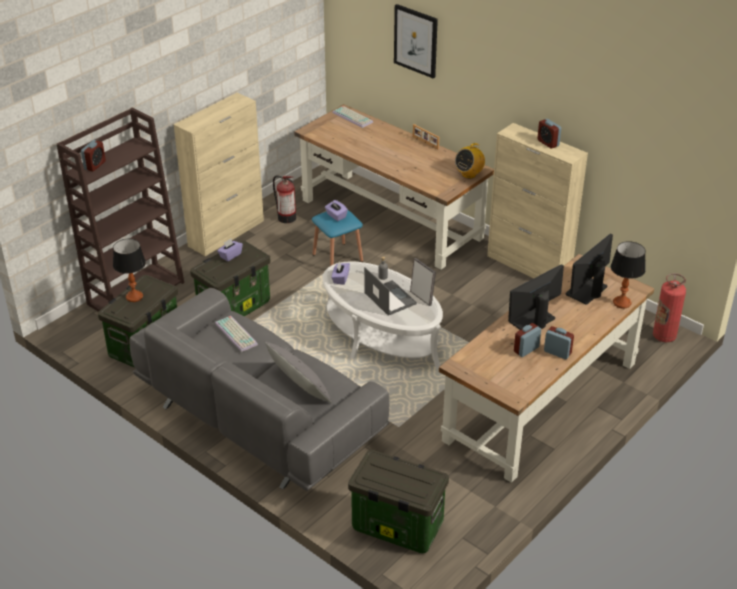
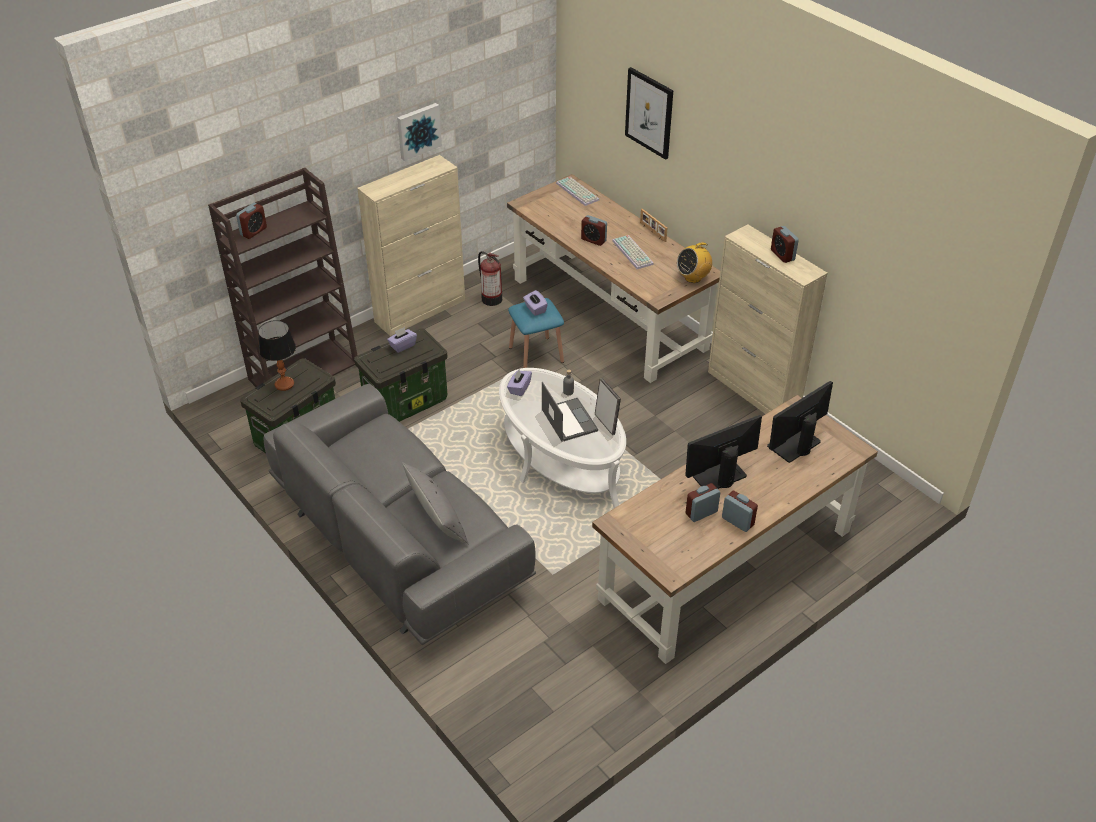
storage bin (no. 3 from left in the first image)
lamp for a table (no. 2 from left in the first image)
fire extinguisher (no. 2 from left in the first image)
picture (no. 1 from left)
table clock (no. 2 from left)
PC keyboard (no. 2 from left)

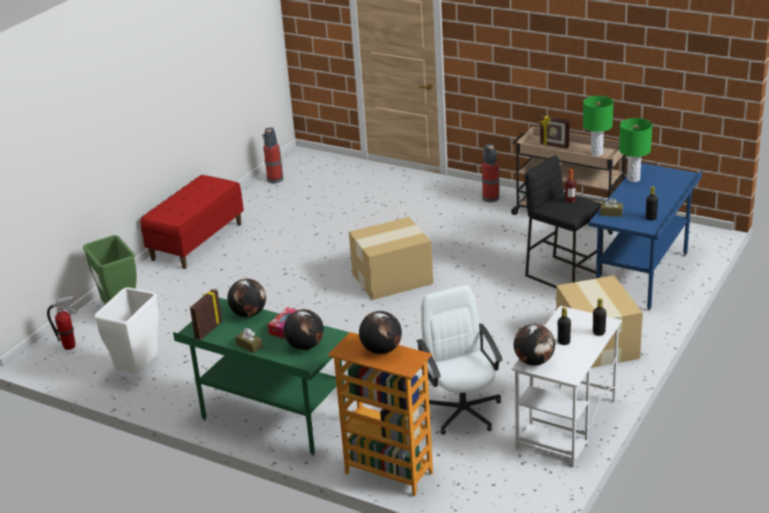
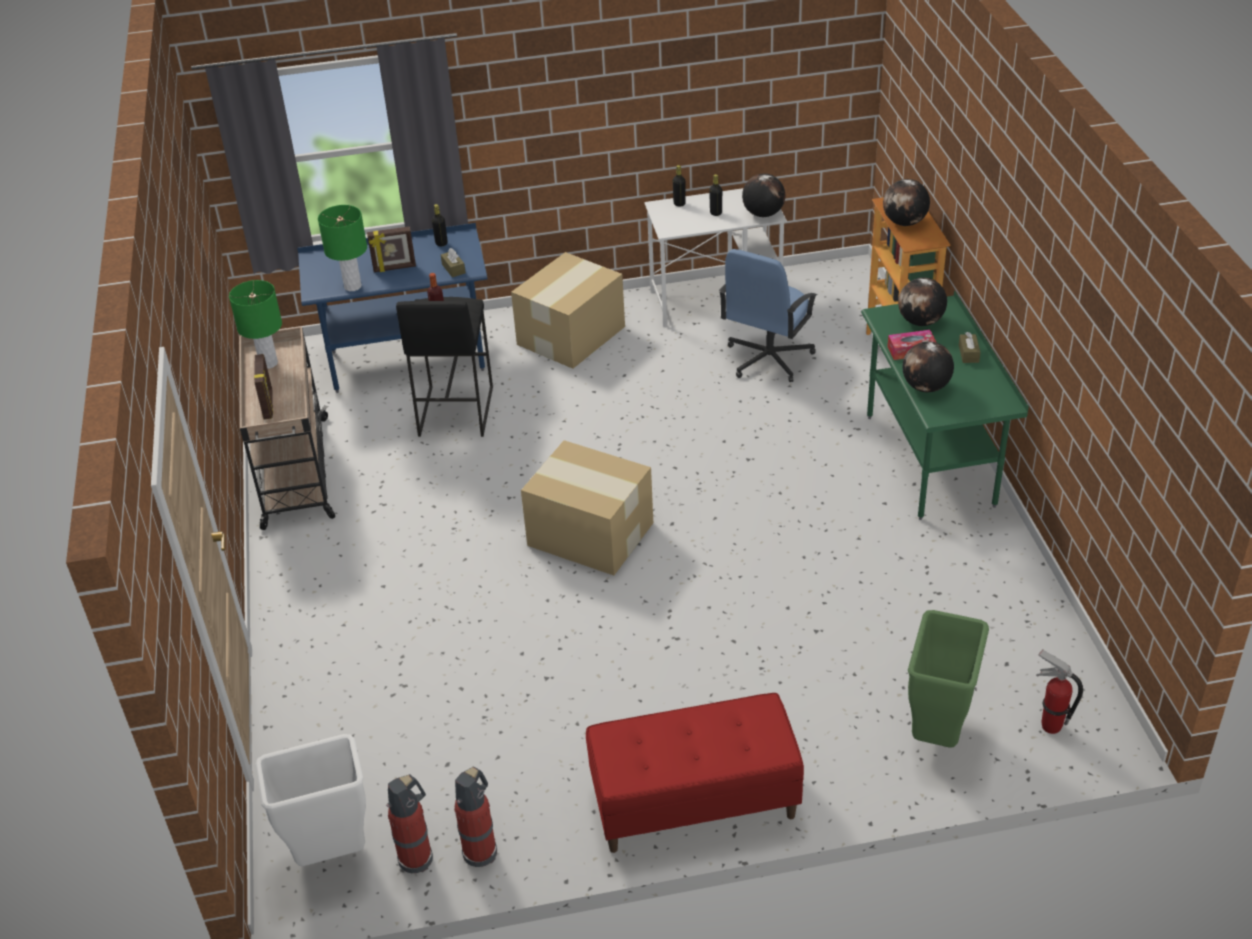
white-coloured trash can
photo frame (no. 2 from left)
fire extinguisher (no. 2 from left)
blue desk chair

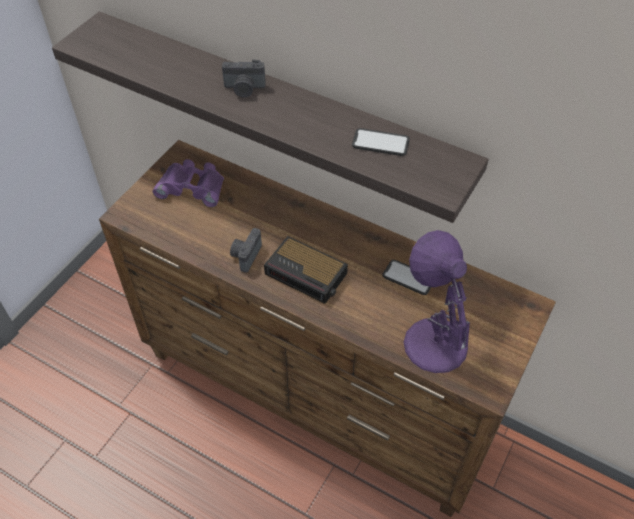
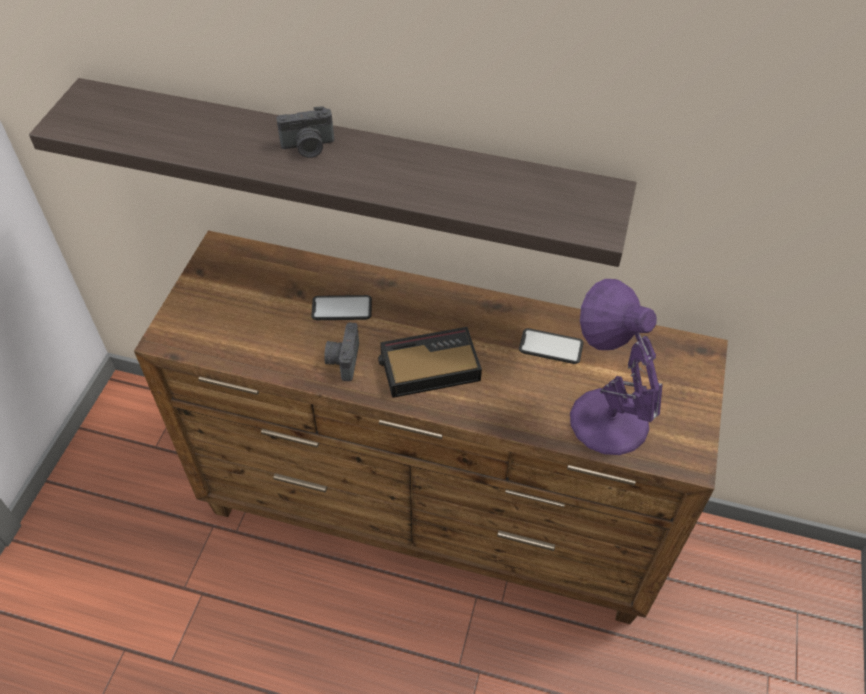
purple pair of binoculars
phone (no. 1 from left)
table clock

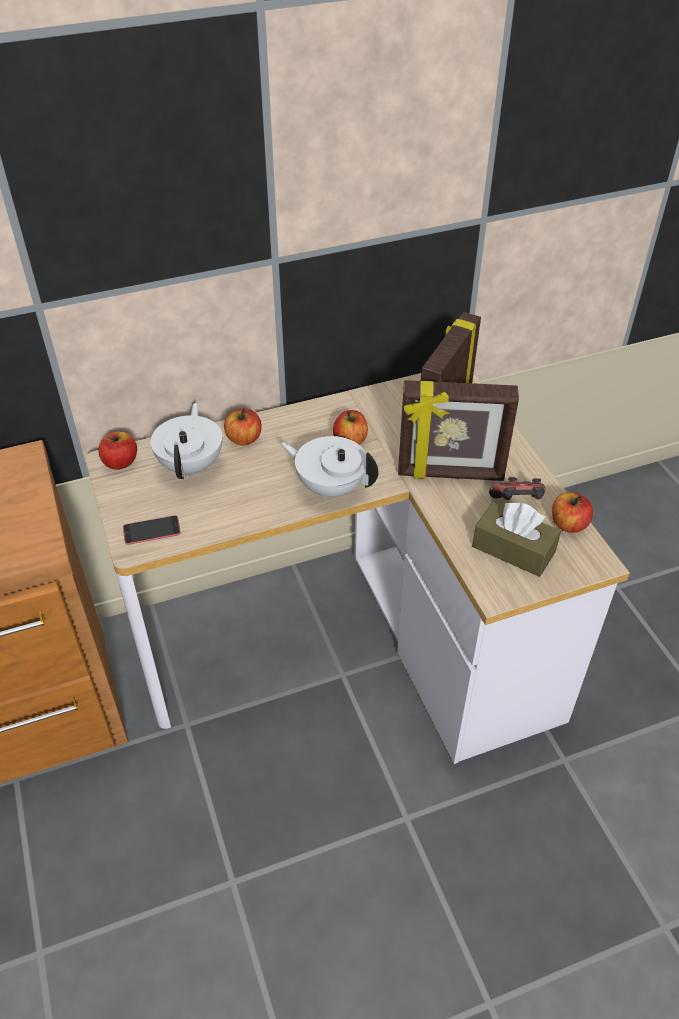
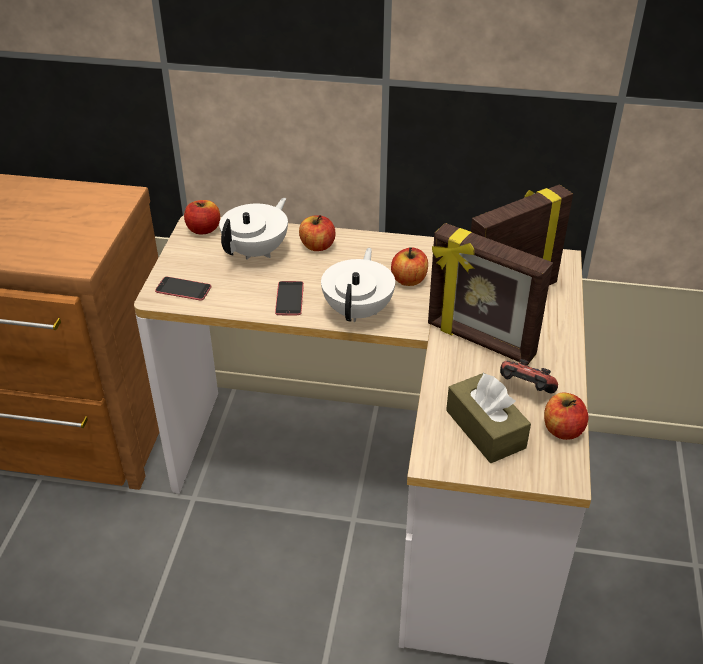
phone (no. 2 from left)
white-coloured teapot (no. 2 from left)

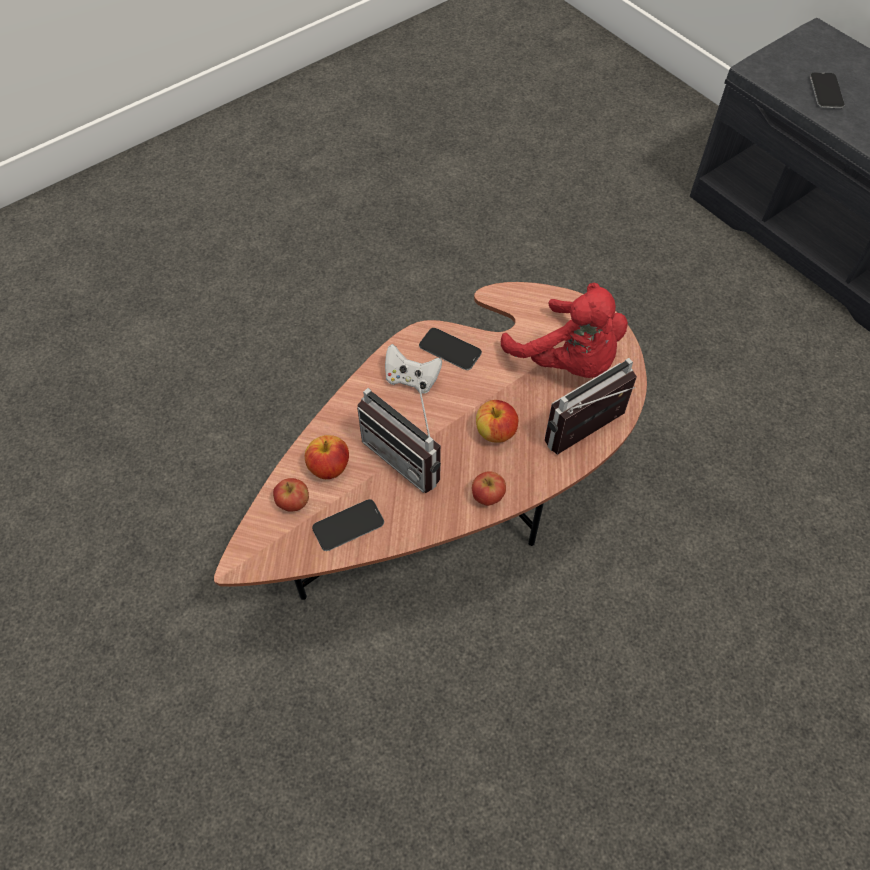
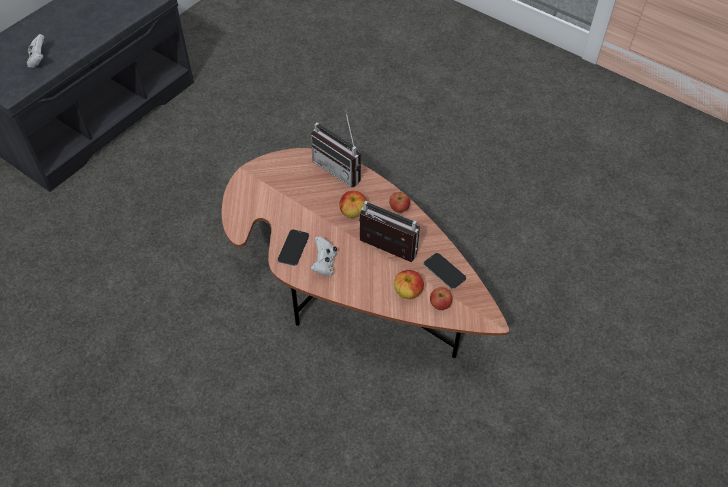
red soft toy
white-coloured joypad (no. 1 from left)
radio (no. 2 from left)

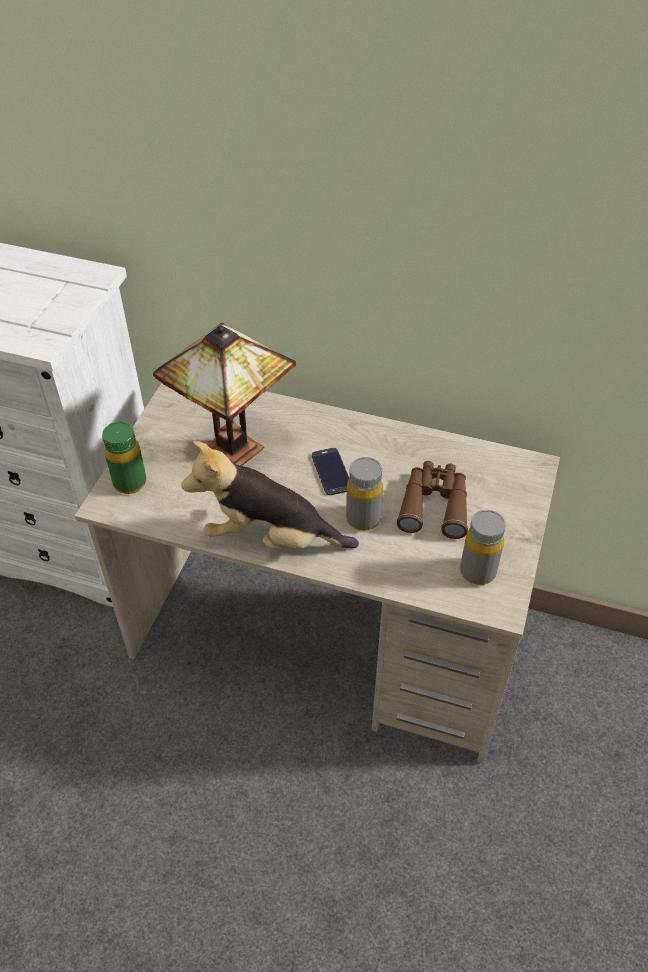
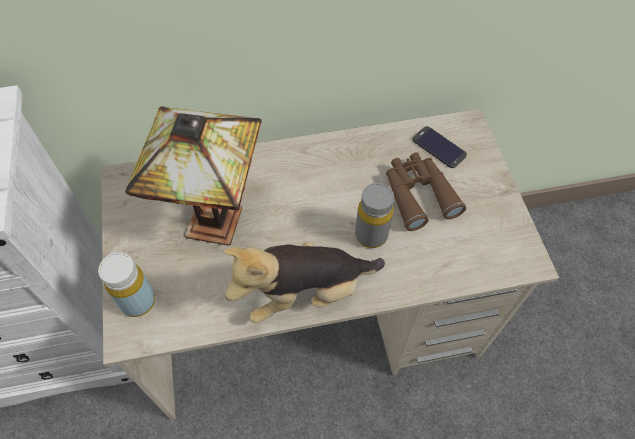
gray beverage bottle (no. 2 from left in the first image)
phone
yellowish beverage bottle

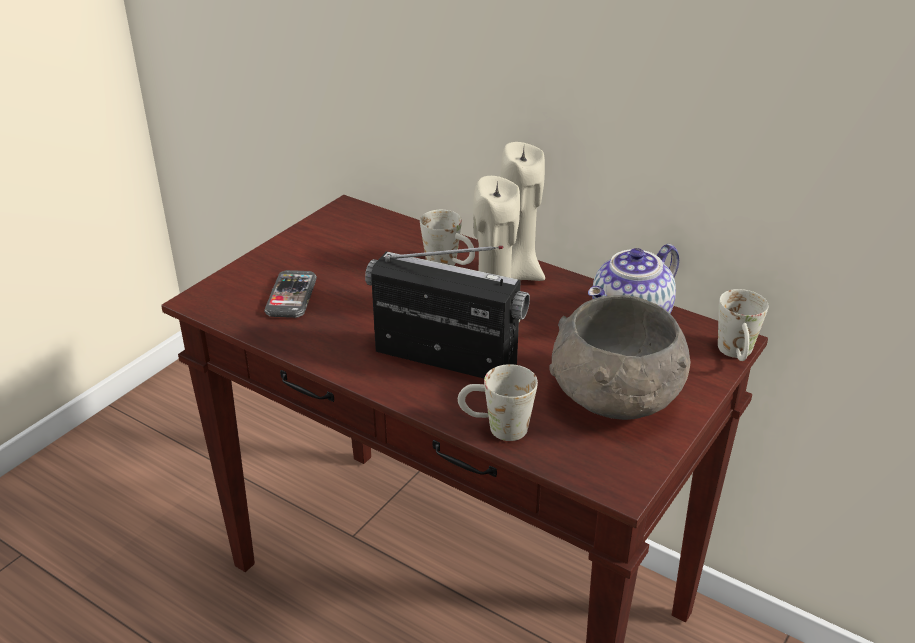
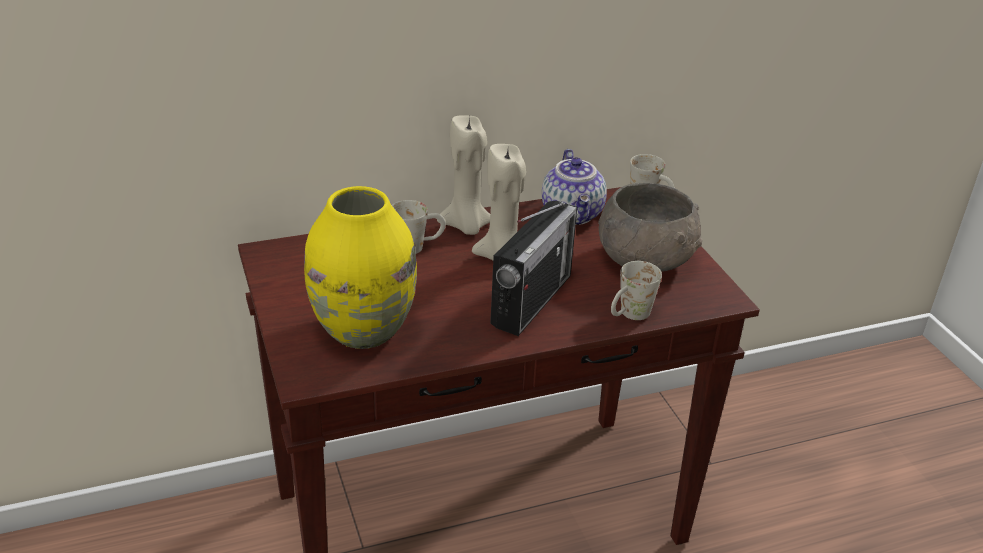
yellowish decorative vase
radio

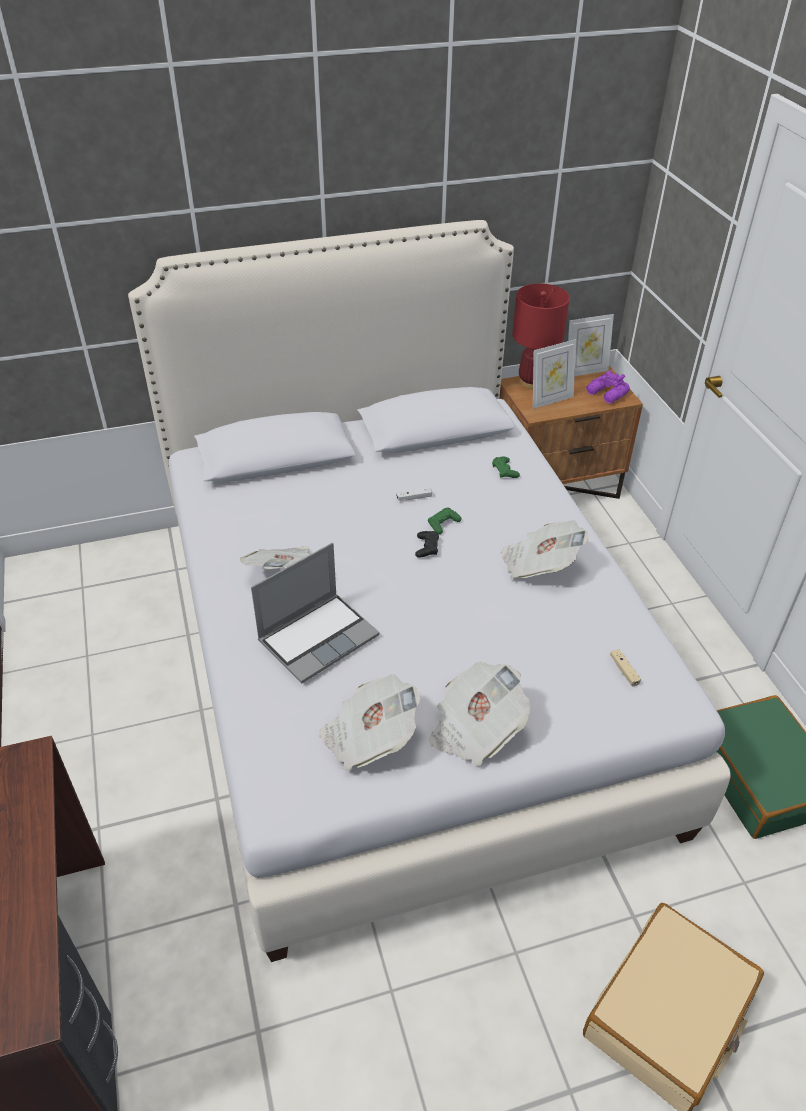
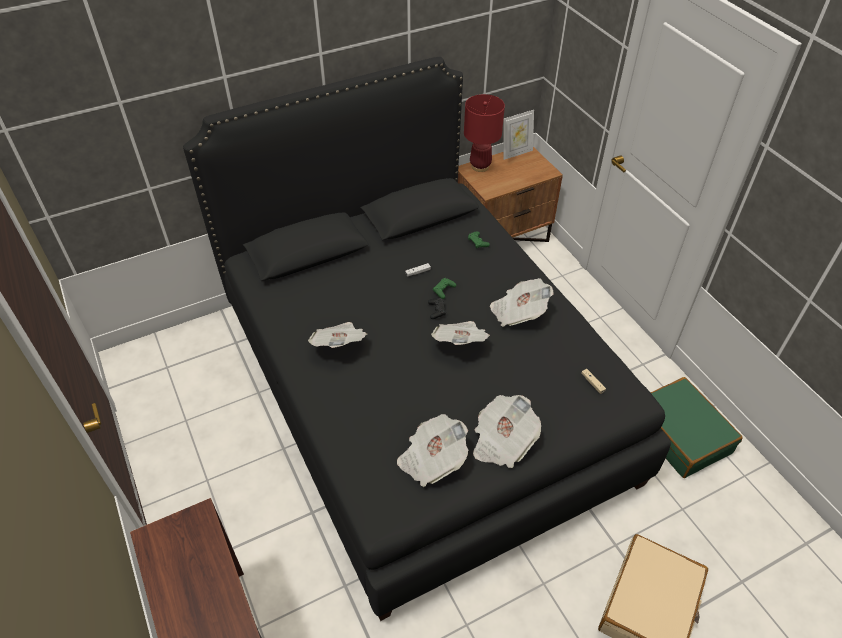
notebook computer
photo frame (no. 1 from left in the first image)
purple pair of binoculars
newspaper (no. 3 from left)
blackish bedroom bed

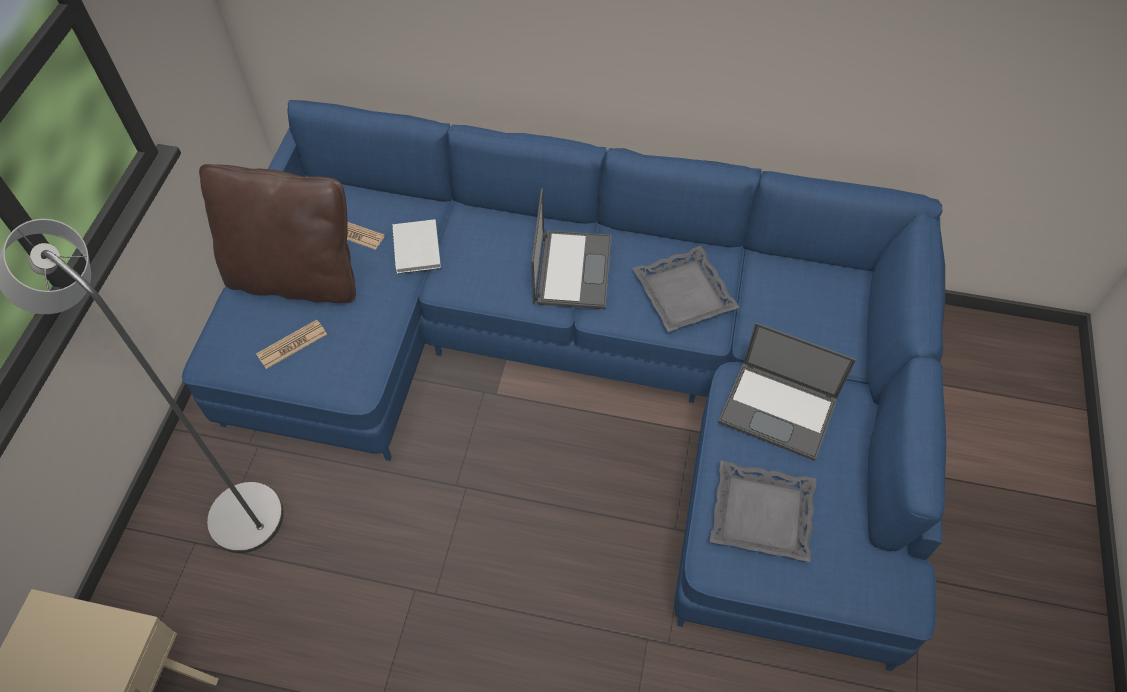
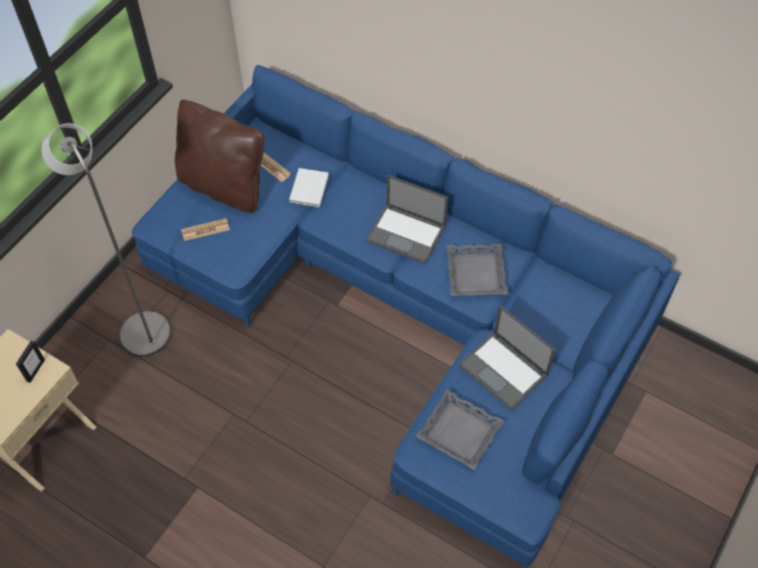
photo frame
notebook computer (no. 1 from left)

